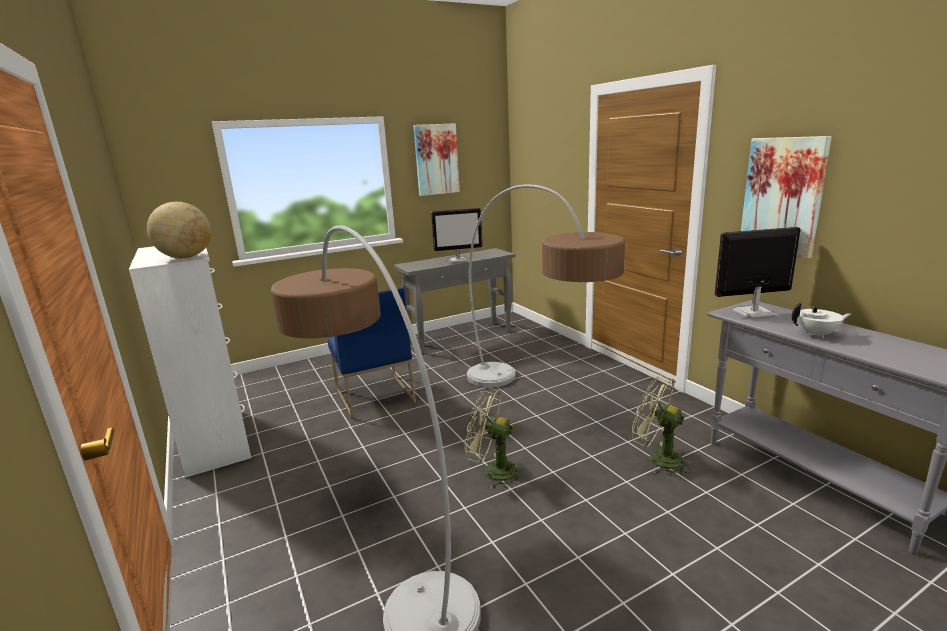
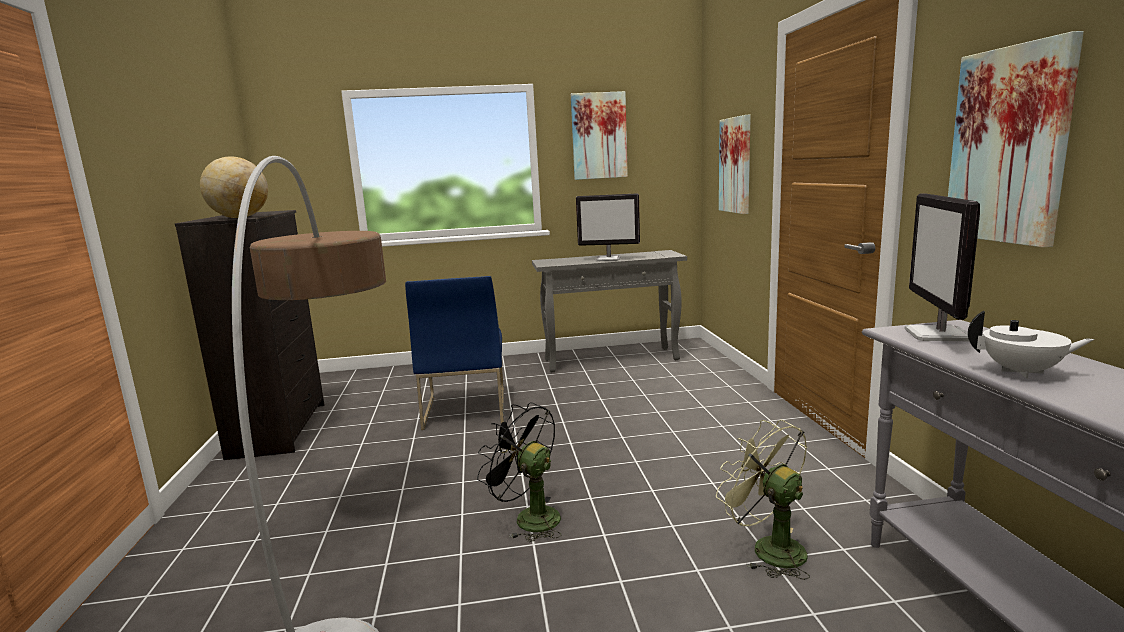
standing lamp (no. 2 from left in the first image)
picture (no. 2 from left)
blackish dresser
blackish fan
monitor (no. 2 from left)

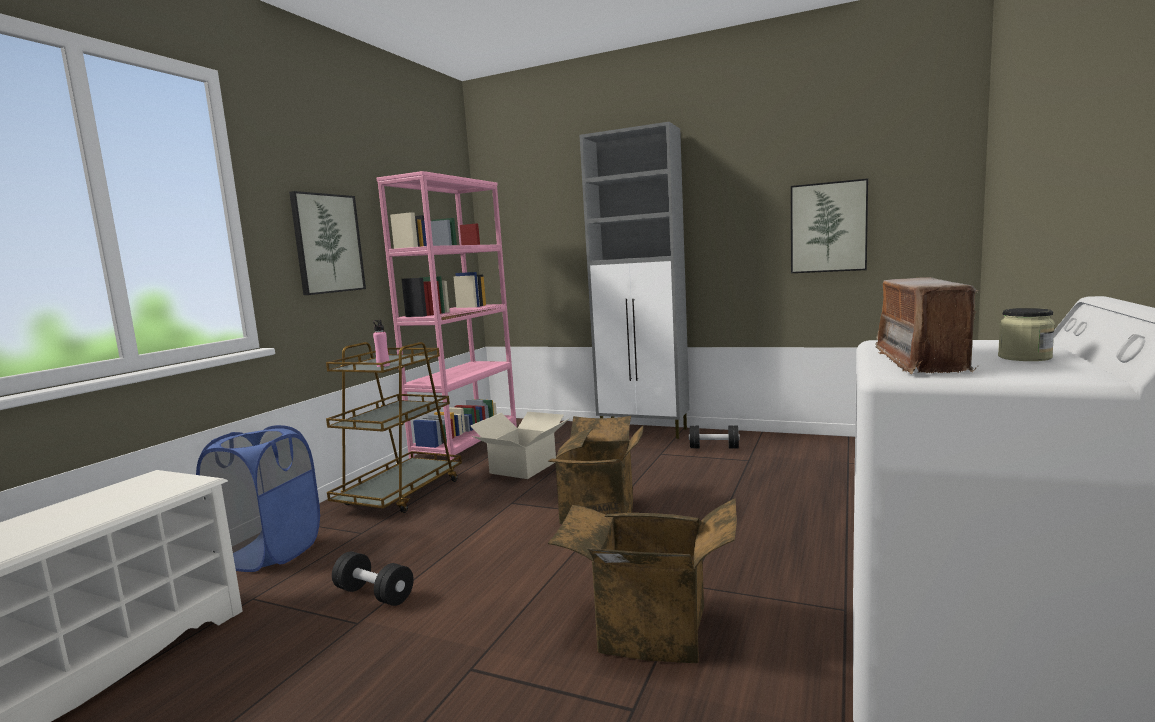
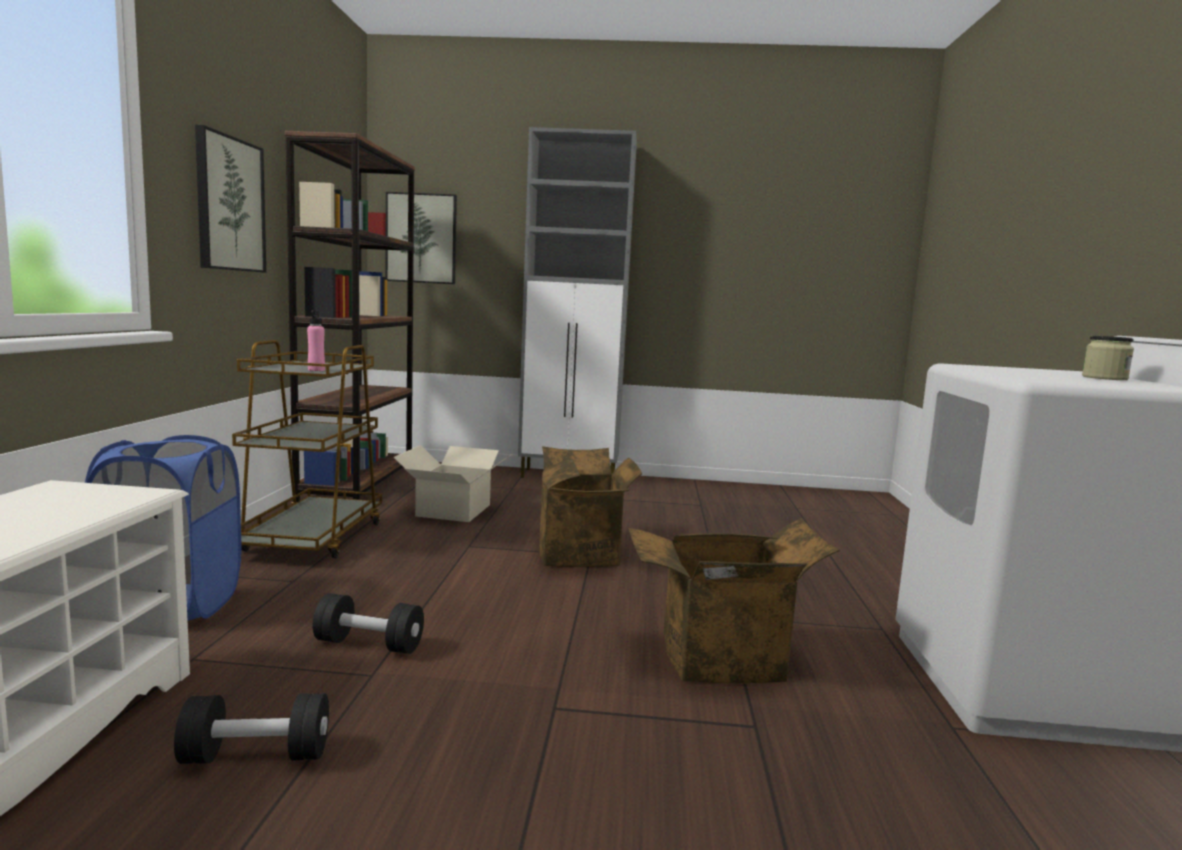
radio
blackish dumbbell (no. 1 from left)
picture (no. 2 from left)
brownish bookshelf

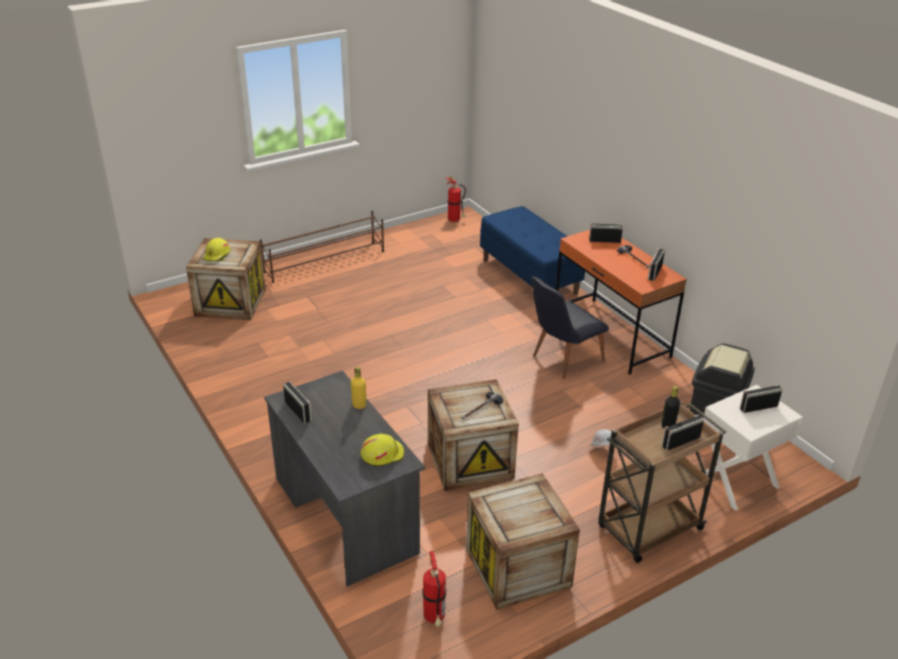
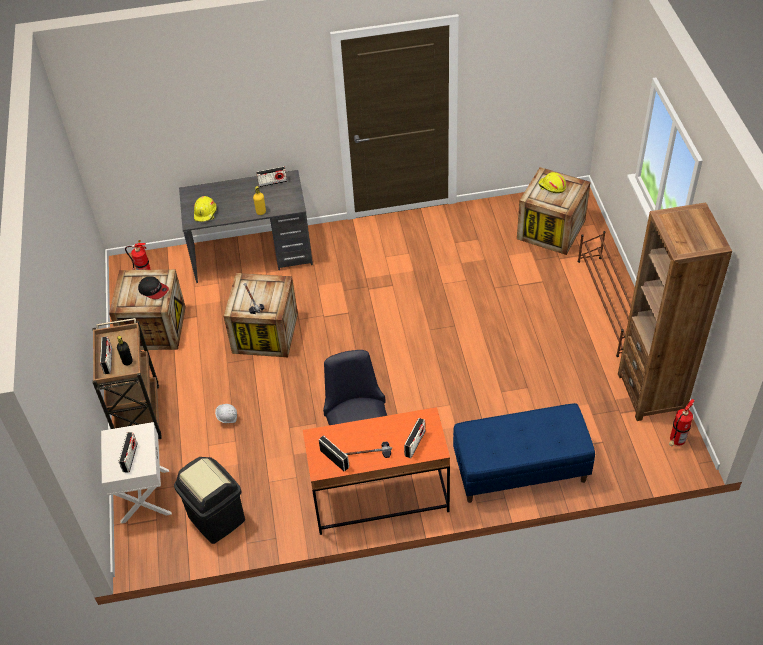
cap
brownish bookshelf

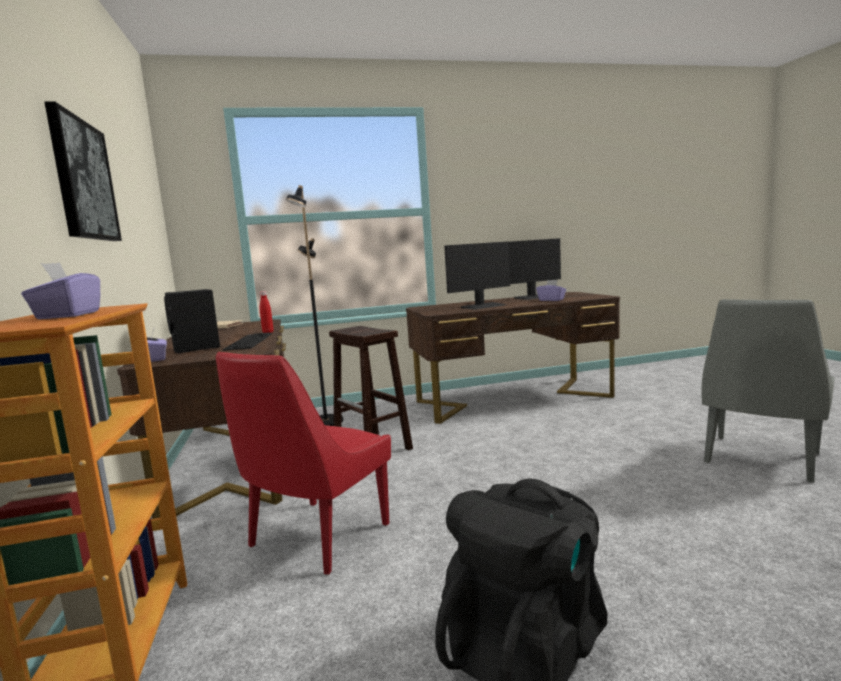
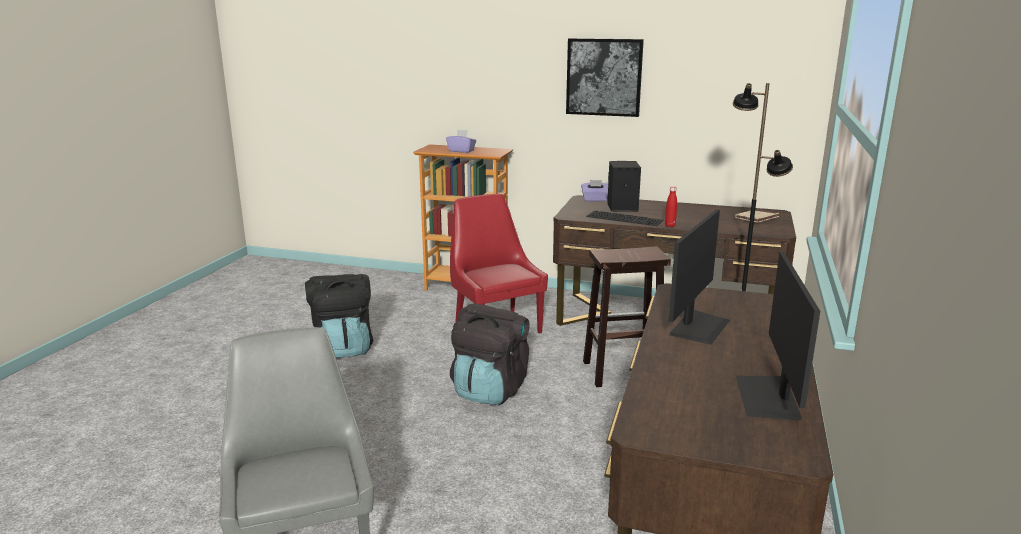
purple tissue box (no. 3 from left in the first image)
blackish rucksack (no. 2 from left)
monitor (no. 1 from left)

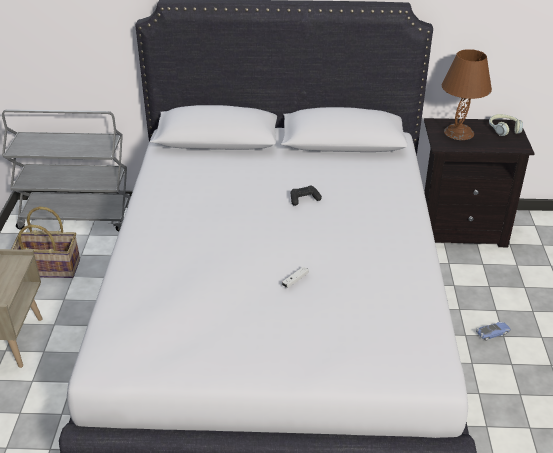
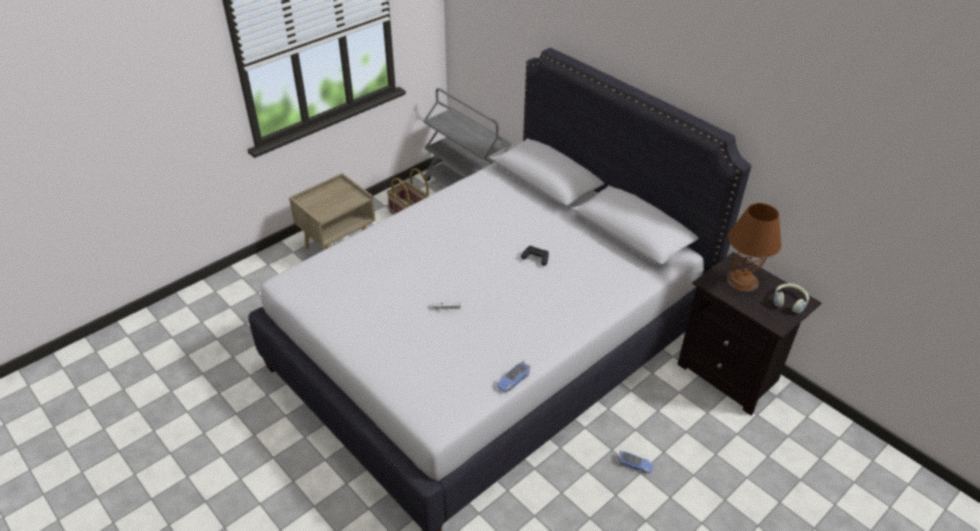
miniature car (no. 1 from left)

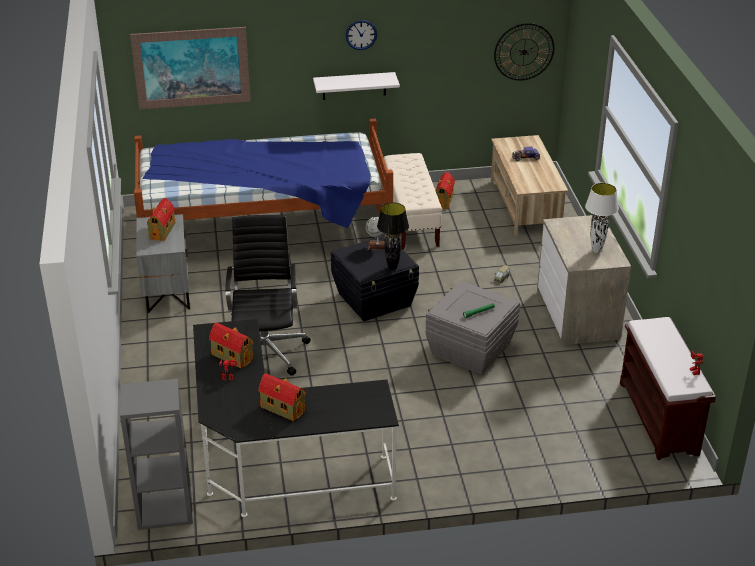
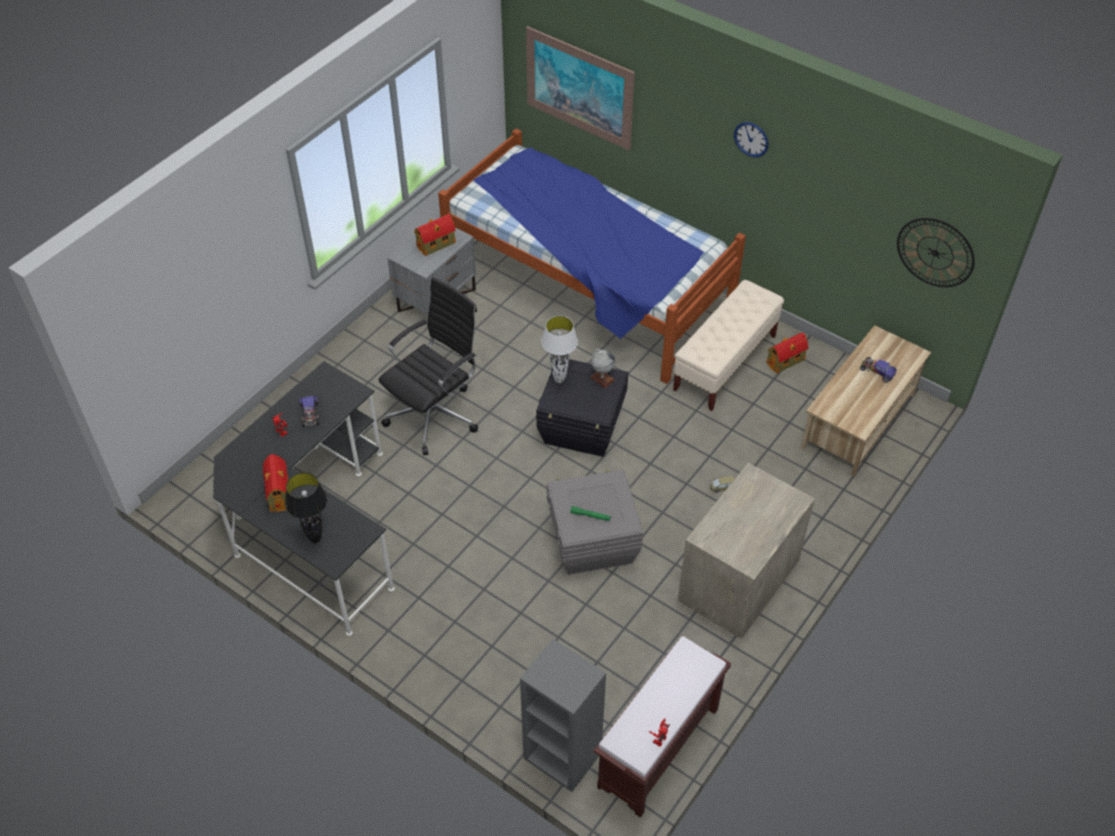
white-coloured bracket shelf
gray bookshelf
blackish lamp for a table
white-coloured lamp for a table
miniature car (no. 1 from left)

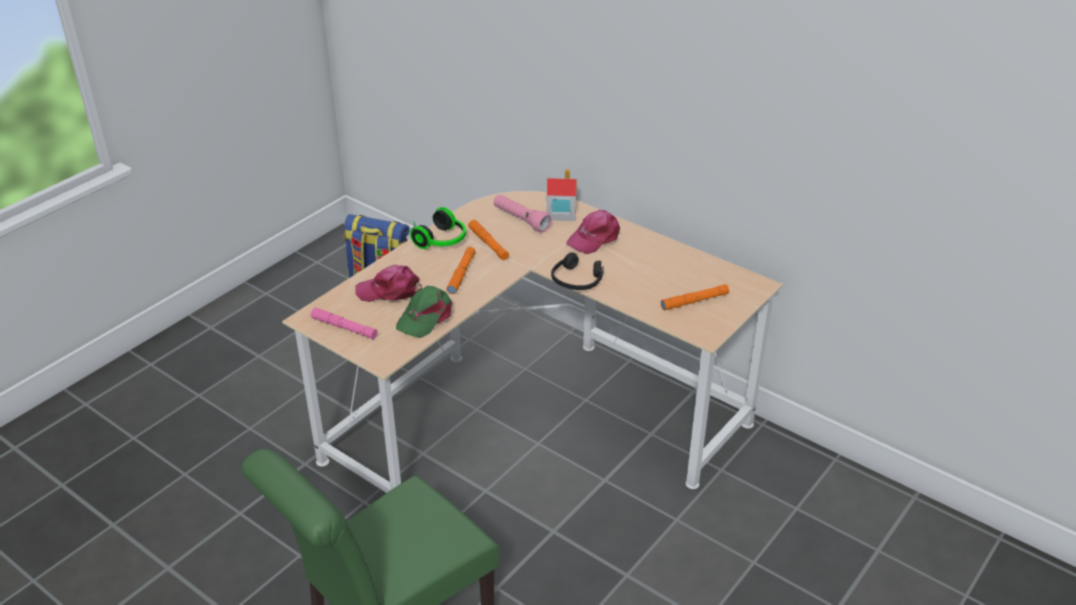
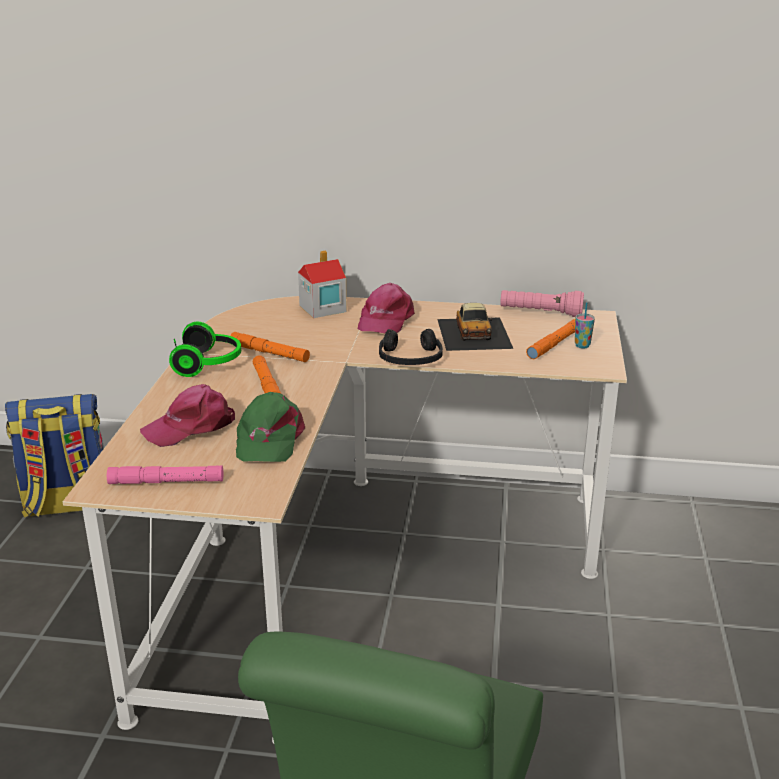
miniature car
cup
pinkish torch (no. 2 from left)

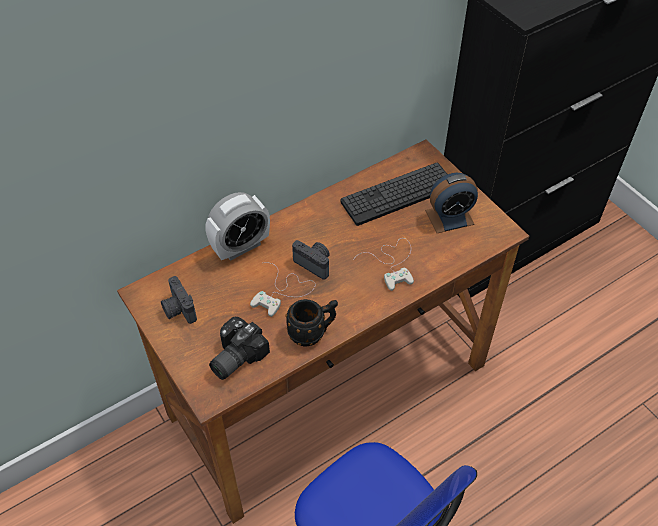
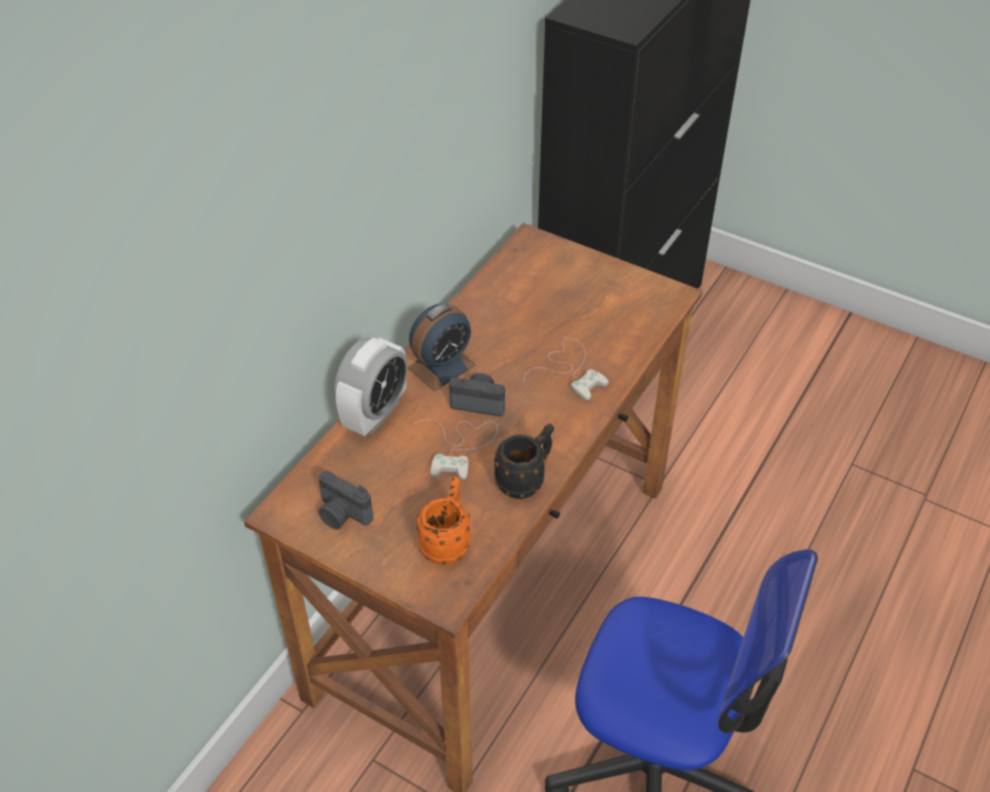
PC keyboard
table clock (no. 2 from left)
orangey tea mug

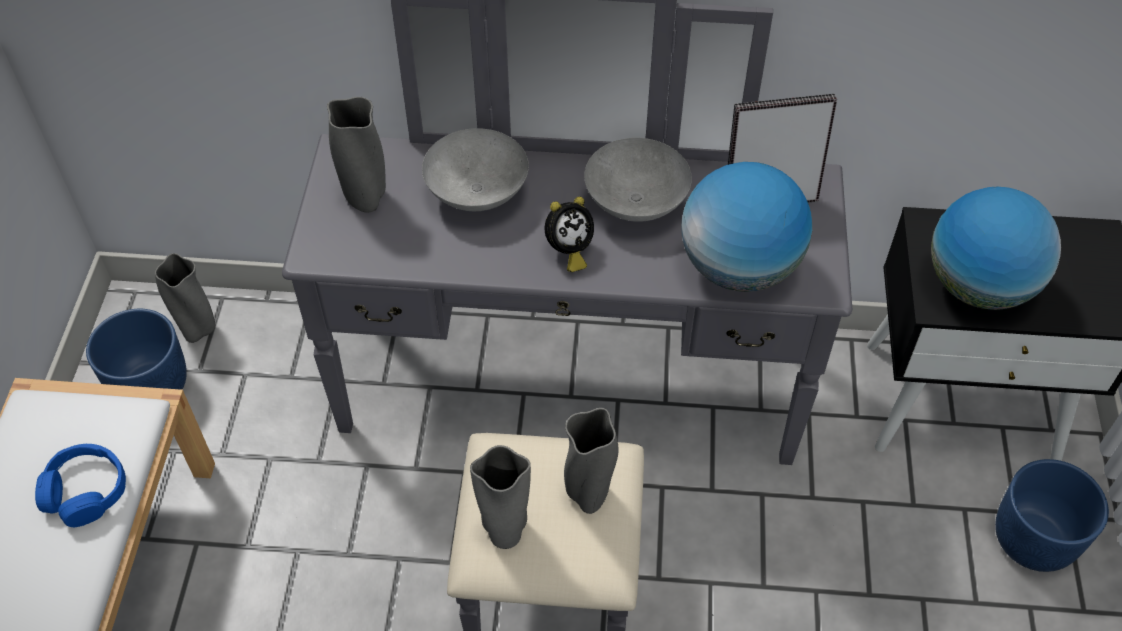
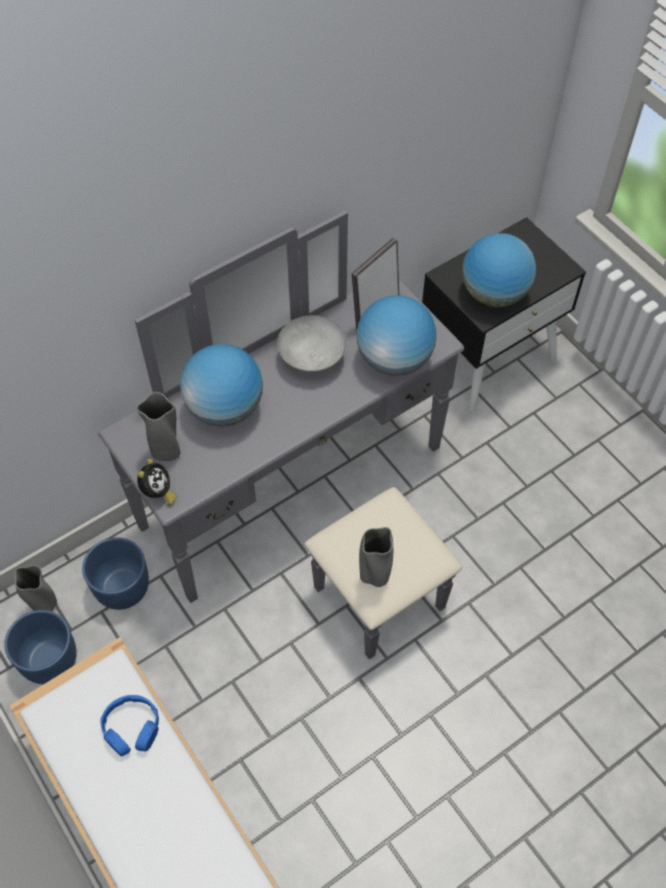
gray decorative vase (no. 4 from left in the first image)
table clock
blue plant pot (no. 2 from left)
globe (no. 1 from left)

